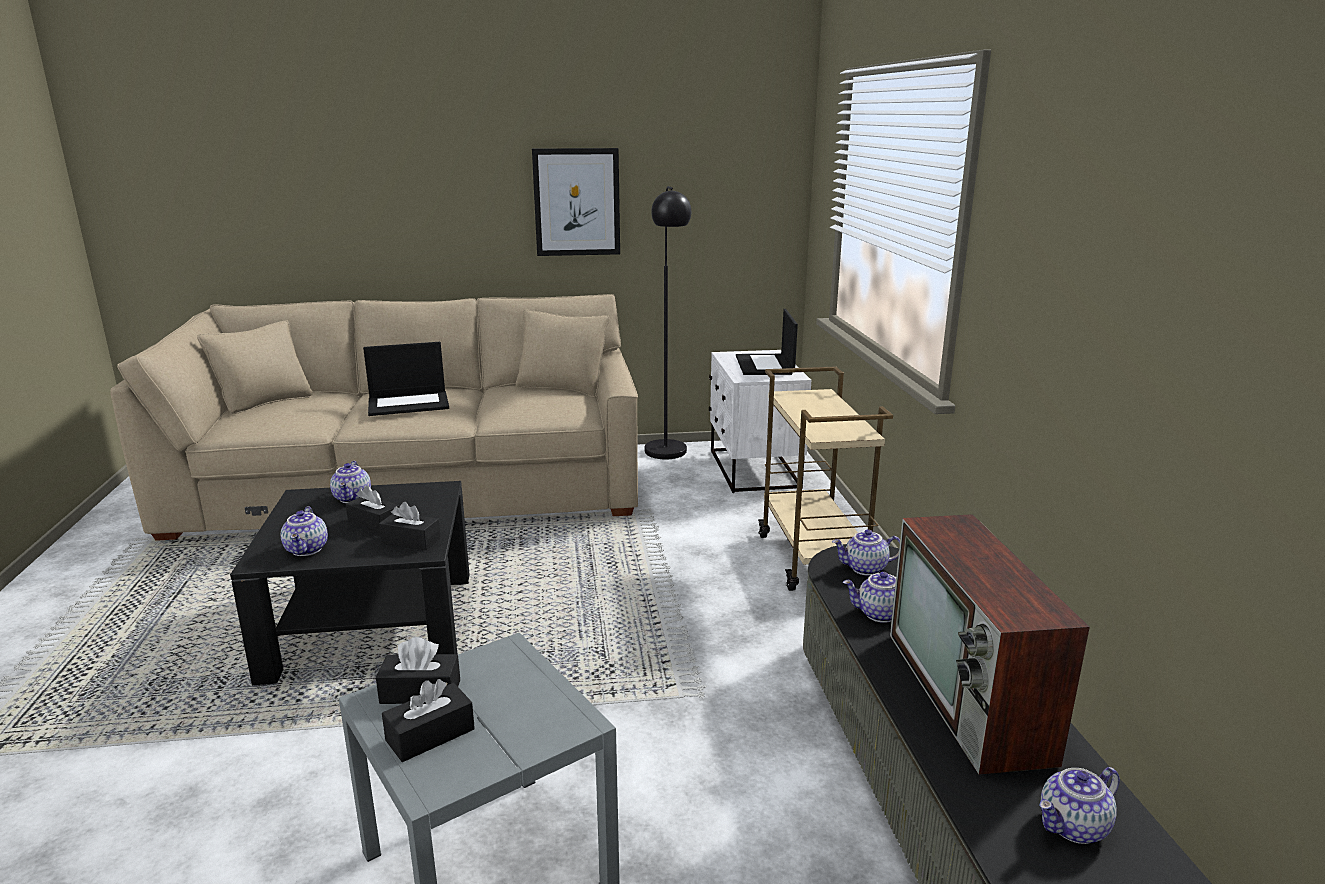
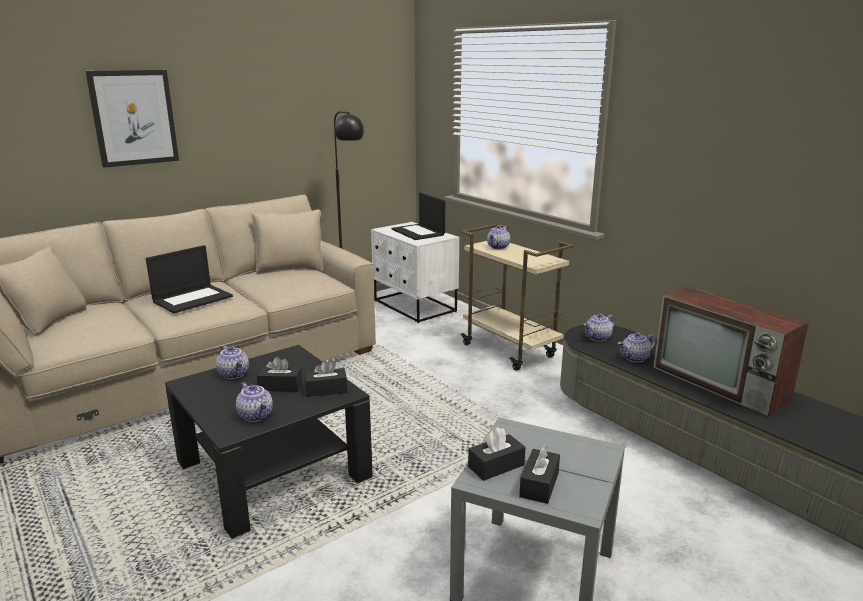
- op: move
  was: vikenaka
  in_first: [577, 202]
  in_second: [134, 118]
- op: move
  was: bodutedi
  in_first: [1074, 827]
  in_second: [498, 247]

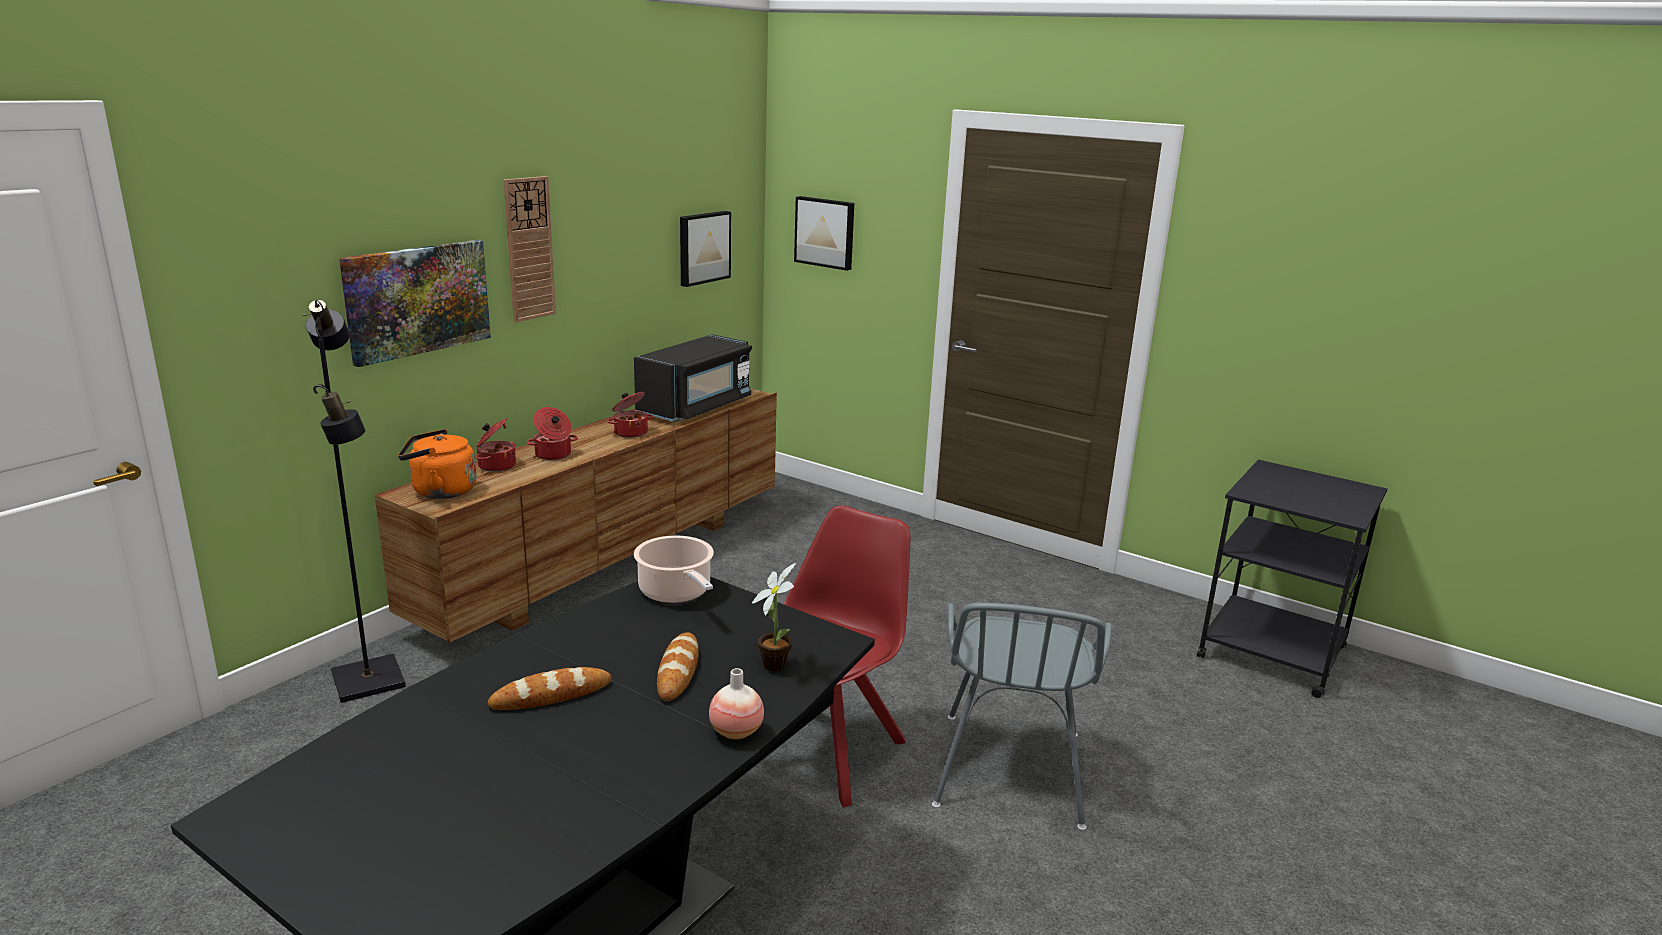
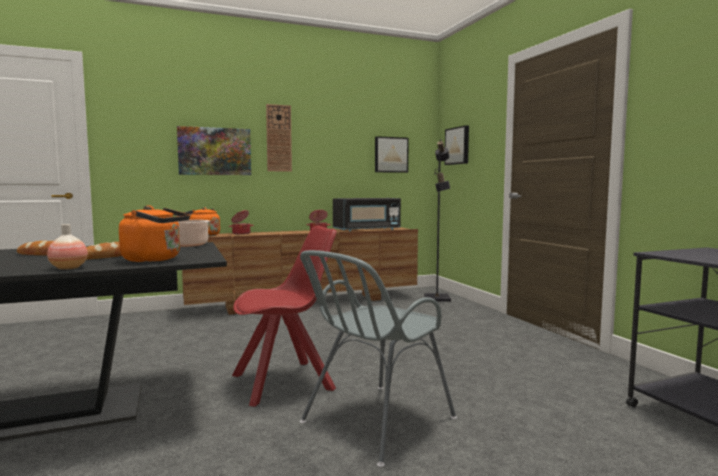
- op: move
  was: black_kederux
  in_first: [368, 680]
  in_second: [436, 298]
- op: delete
  was: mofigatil
  in_first: [553, 455]
- op: replace
  was: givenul
  now: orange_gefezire
  in_first: [774, 663]
  in_second: [155, 259]

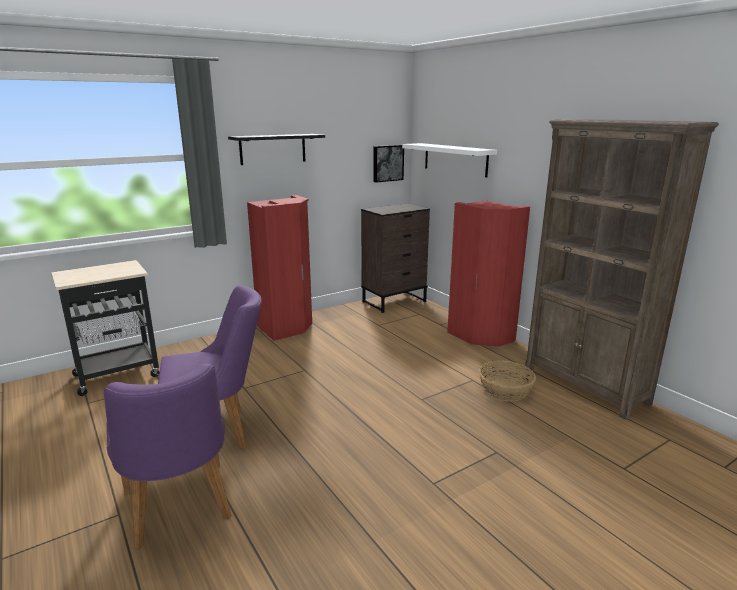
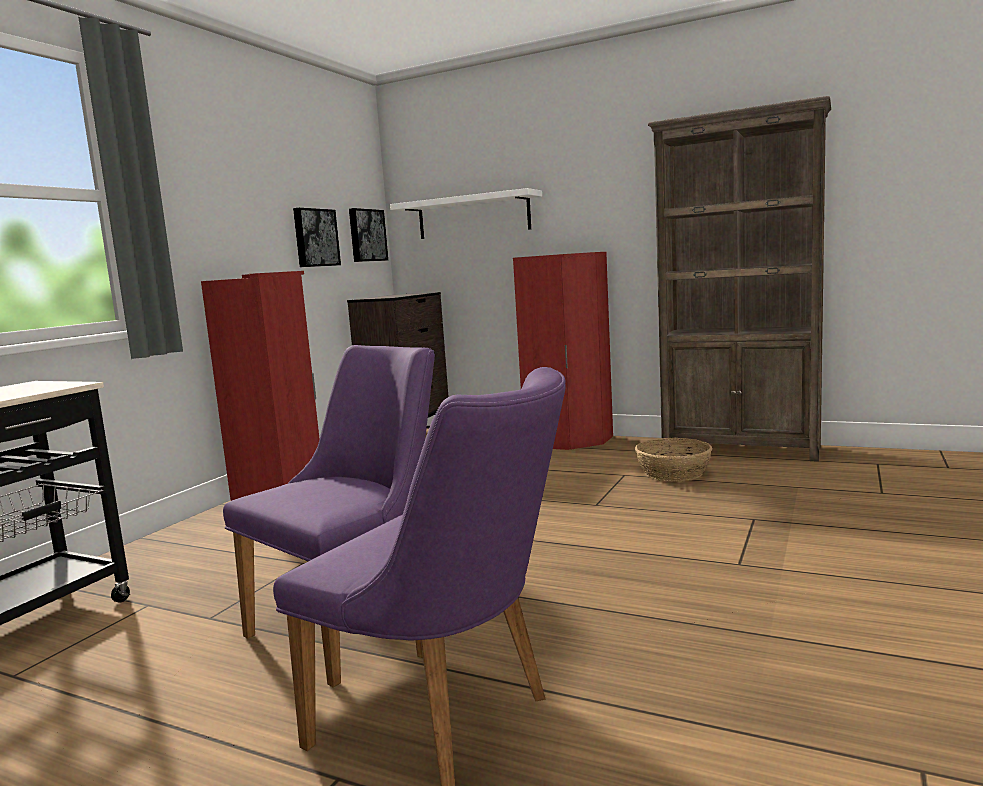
- op: delete
  was: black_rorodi
  in_first: [273, 149]
- op: insert
  now: vikenaka
  in_second: [315, 238]

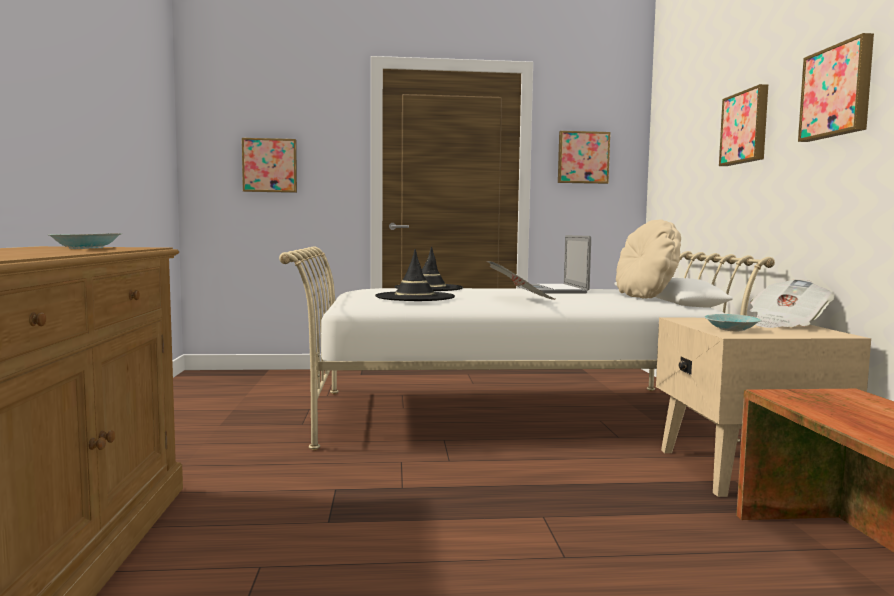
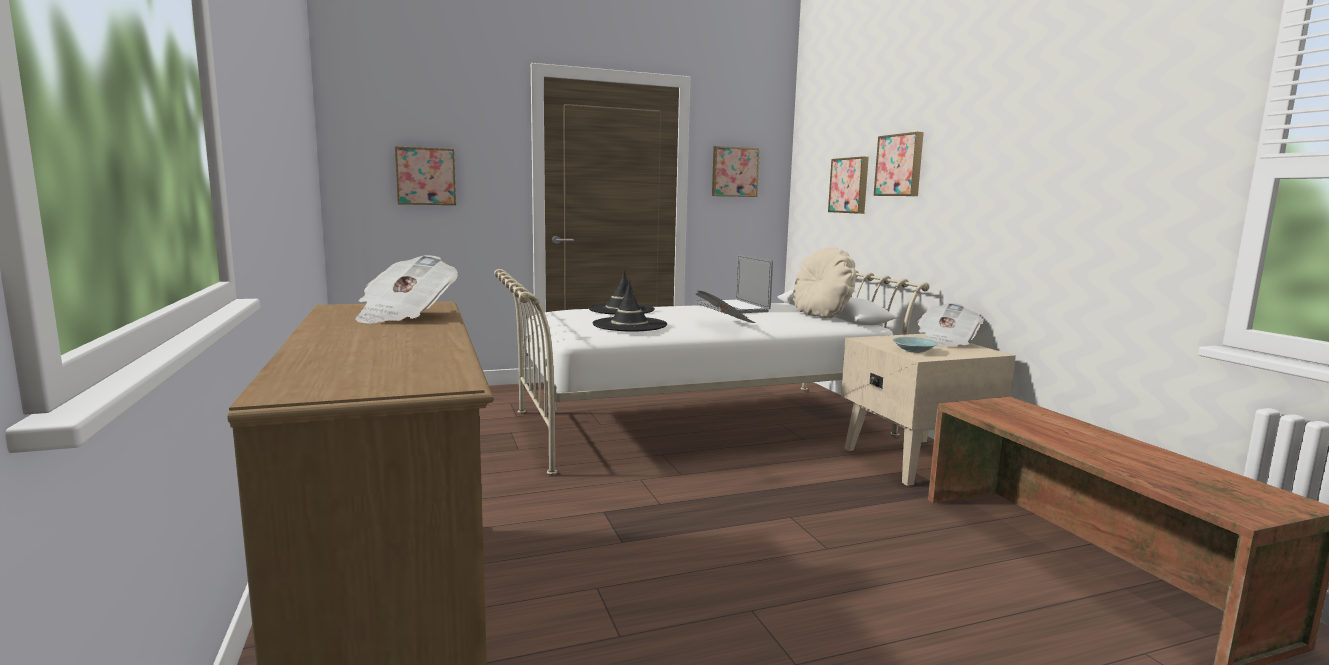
- op: replace
  was: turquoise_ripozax
  now: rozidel
  in_first: [85, 249]
  in_second: [405, 316]
- op: move
  was: vikenaka
  in_first: [838, 91]
  in_second: [850, 185]

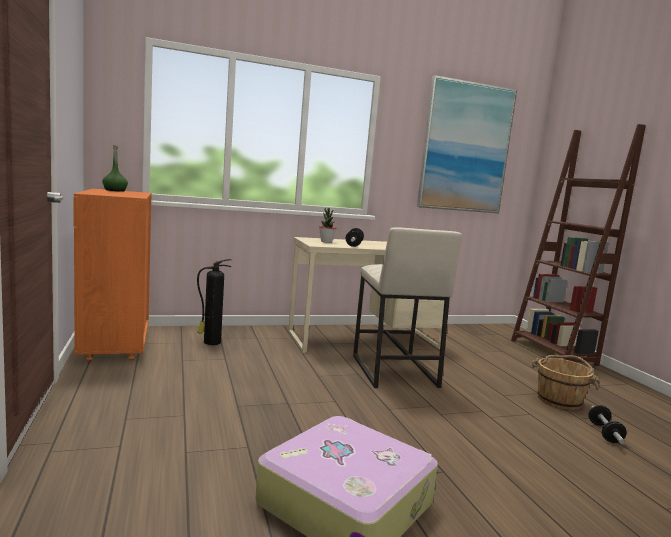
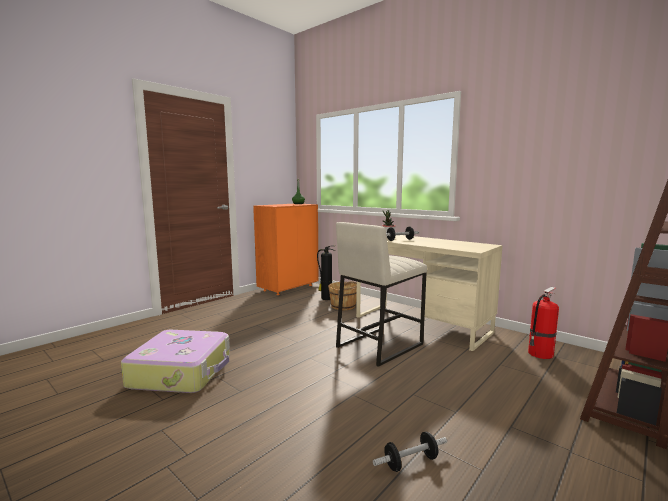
- op: delete
  was: vikenaka
  in_first: [465, 148]
- op: move
  was: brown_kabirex
  in_first: [559, 400]
  in_second: [343, 306]
- op: insert
  now: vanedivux
  in_second: [540, 354]

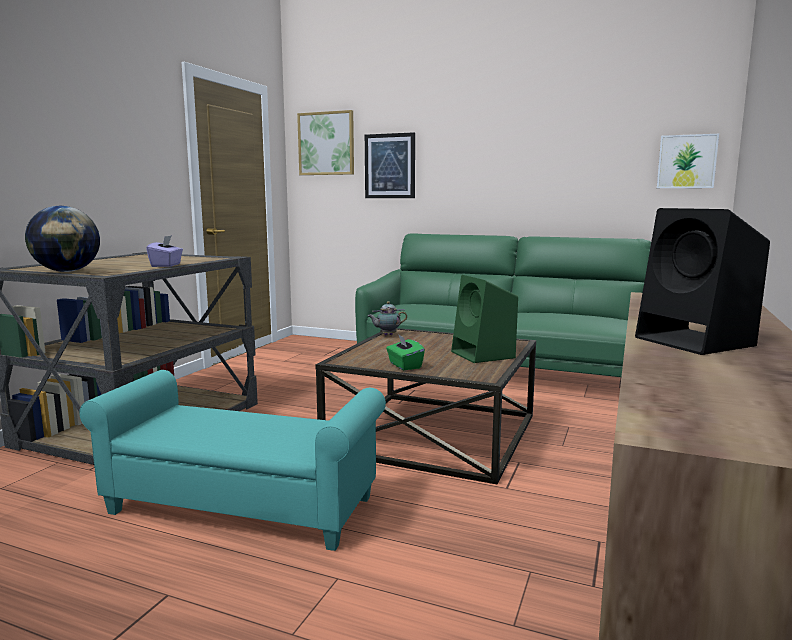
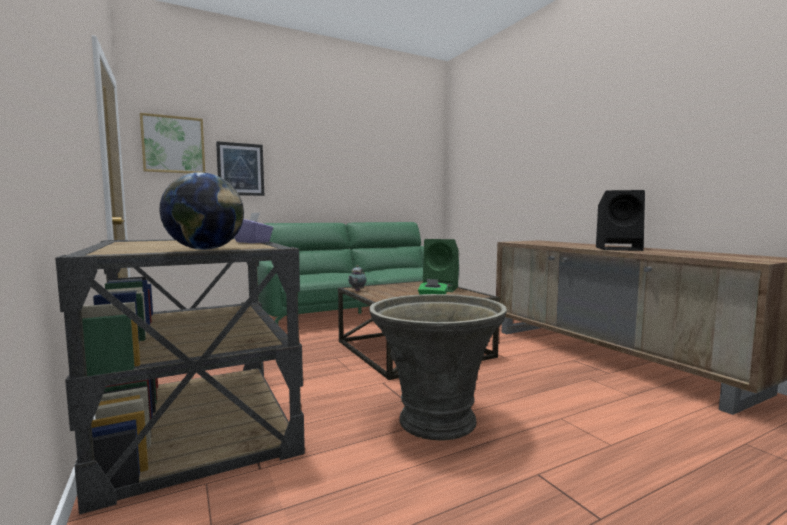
- op: replace
  was: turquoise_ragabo
  now: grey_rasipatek
  in_first: [242, 505]
  in_second: [435, 420]
- op: delete
  was: vikenaka
  in_first: [686, 161]

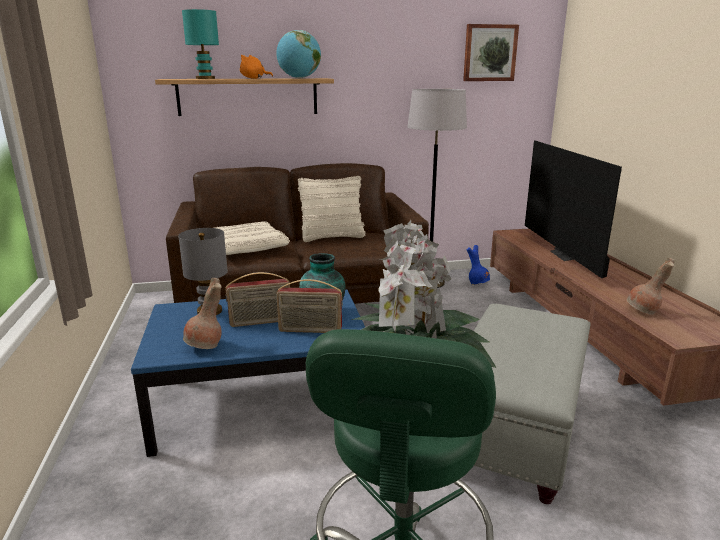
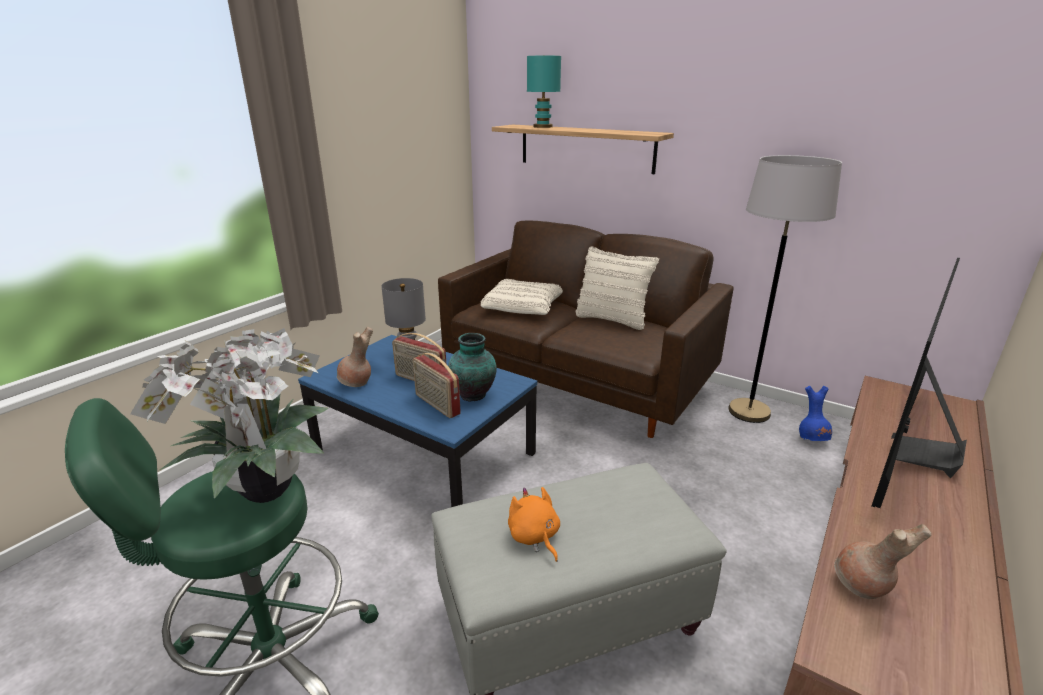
- op: move
  was: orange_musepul
  in_first: [254, 78]
  in_second: [534, 537]
- op: delete
  was: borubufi
  in_first: [299, 78]
- op: delete
  was: vikenaka
  in_first: [489, 53]

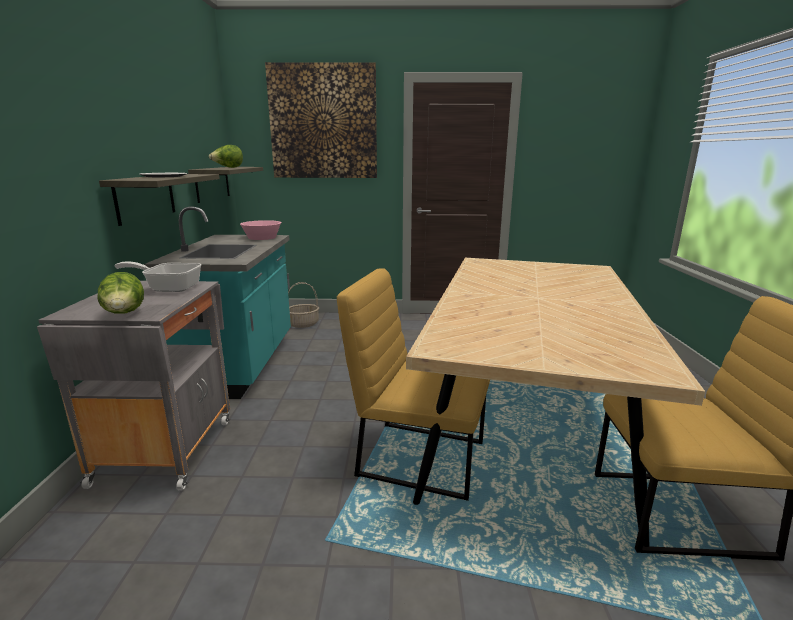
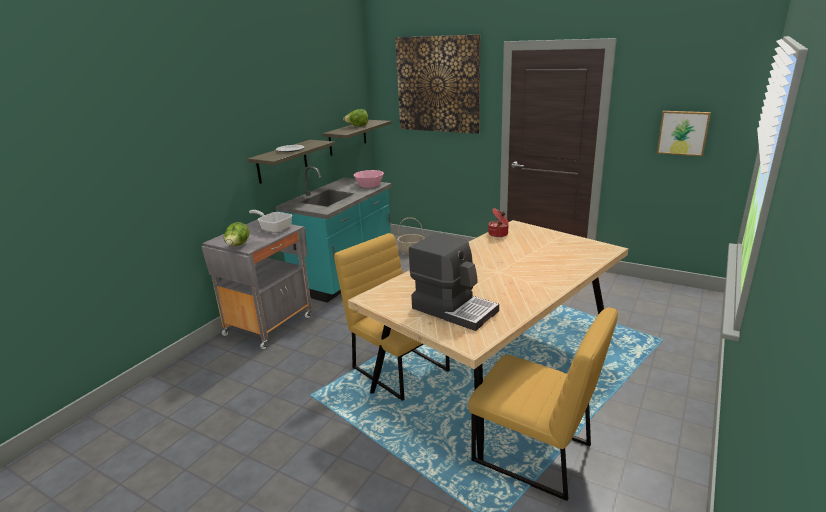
- op: insert
  now: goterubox
  in_second: [454, 309]
- op: insert
  now: mofigatil
  in_second: [498, 234]
- op: insert
  now: vikenaka
  in_second: [683, 132]

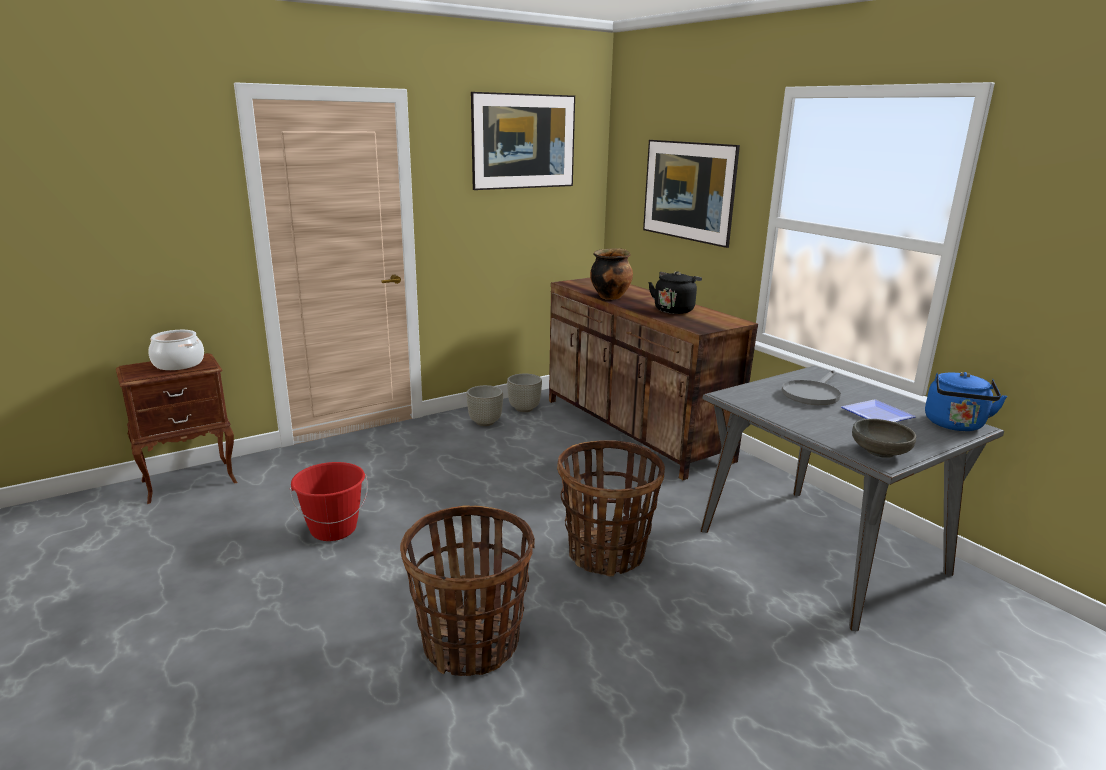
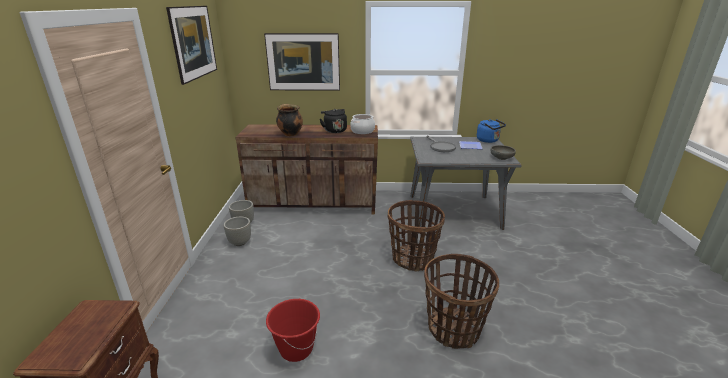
- op: move
  was: mofigatil
  in_first: [179, 364]
  in_second: [362, 131]

